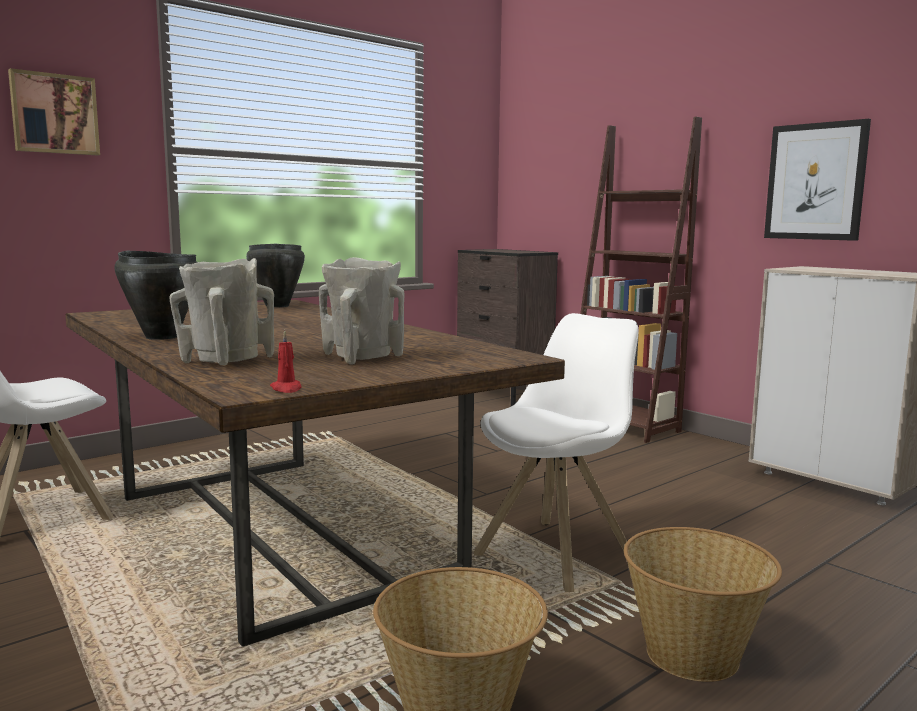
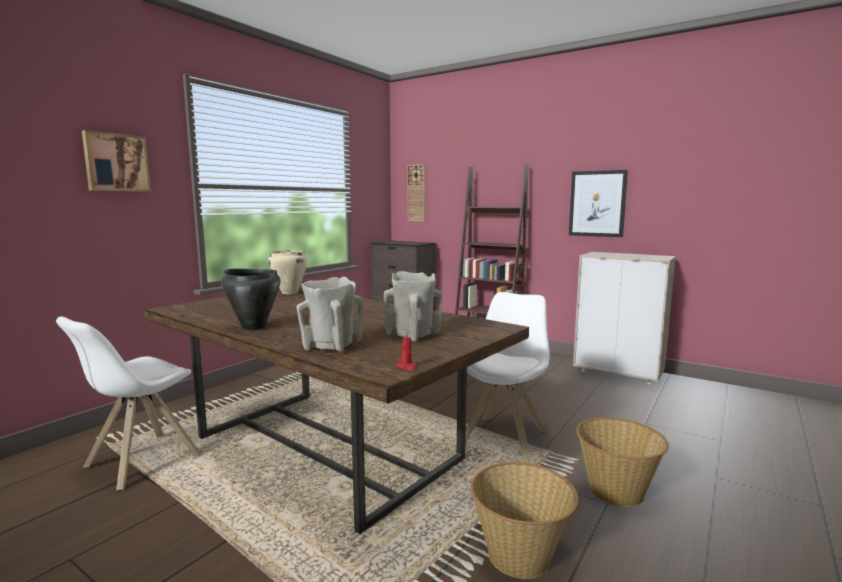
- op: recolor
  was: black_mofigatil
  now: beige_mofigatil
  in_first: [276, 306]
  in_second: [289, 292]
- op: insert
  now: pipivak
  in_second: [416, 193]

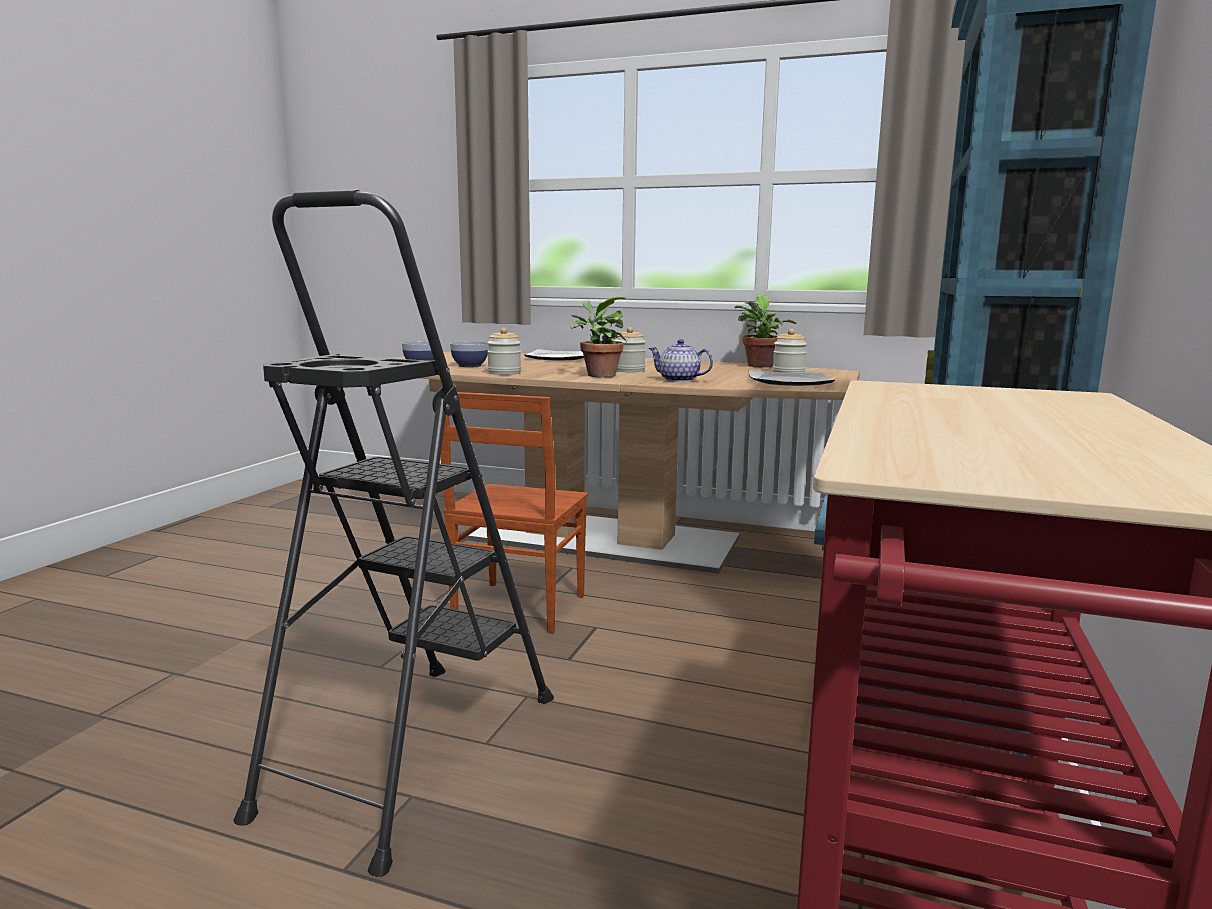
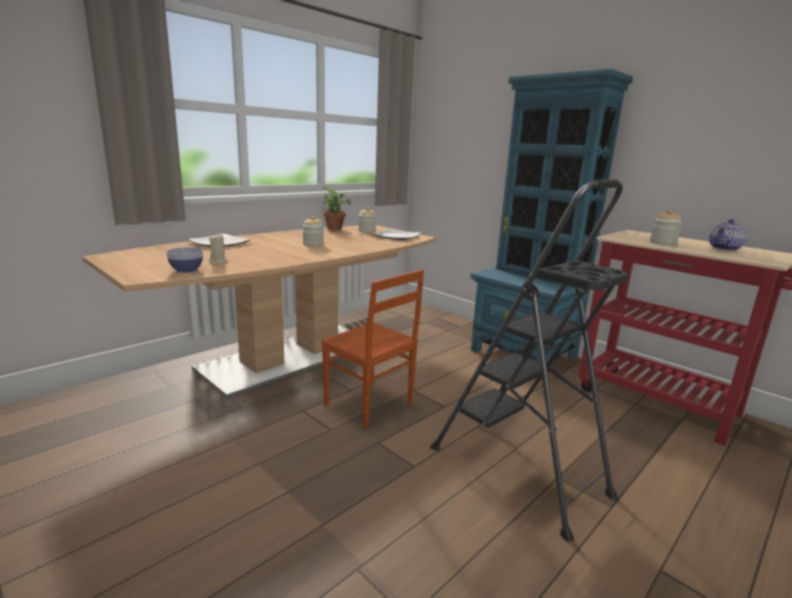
- op: replace
  was: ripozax
  now: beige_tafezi
  in_first: [469, 366]
  in_second: [218, 262]
- op: move
  was: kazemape
  in_first: [504, 373]
  in_second: [663, 243]
- op: delete
  was: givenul
  in_first: [598, 375]
- op: move
  was: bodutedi
  in_first: [679, 380]
  in_second: [724, 248]

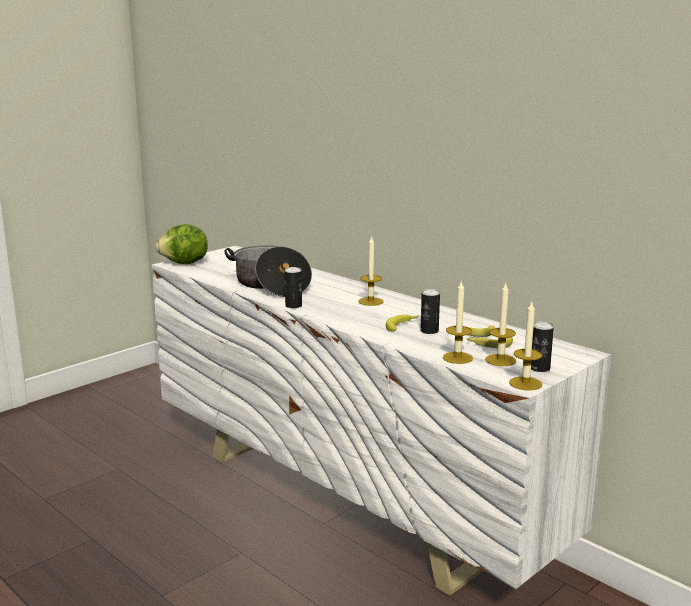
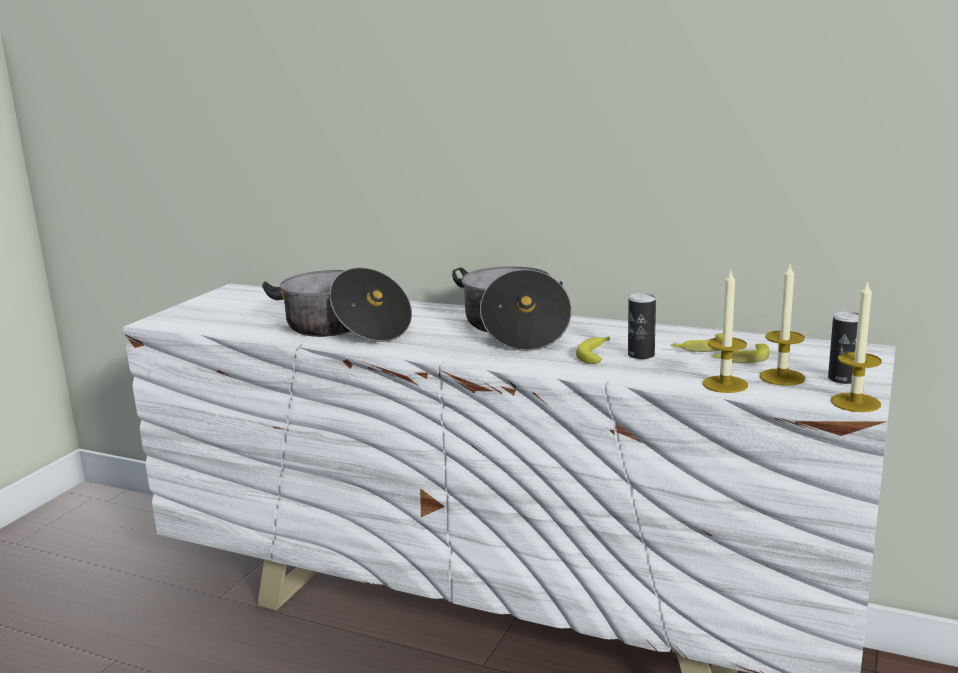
- op: delete
  was: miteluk
  in_first: [185, 263]
- op: delete
  was: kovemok
  in_first: [293, 306]
- op: replace
  was: tafezi
  now: mofigatil
  in_first: [370, 301]
  in_second: [513, 329]

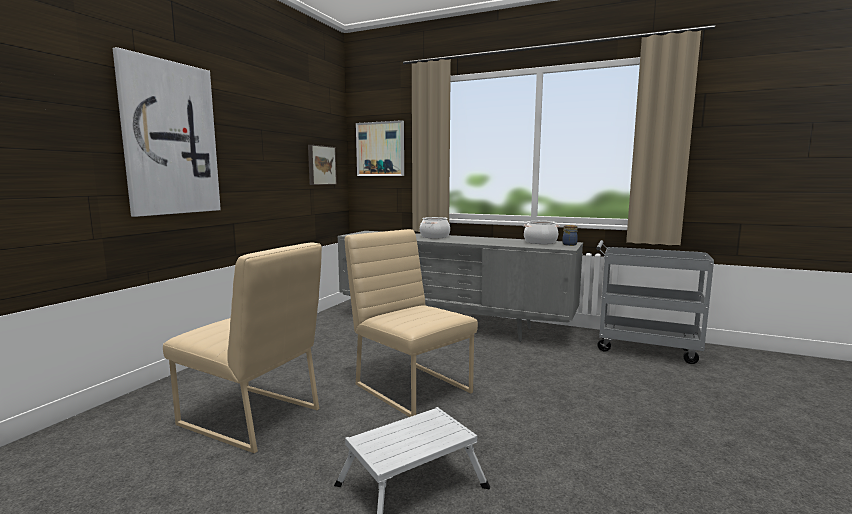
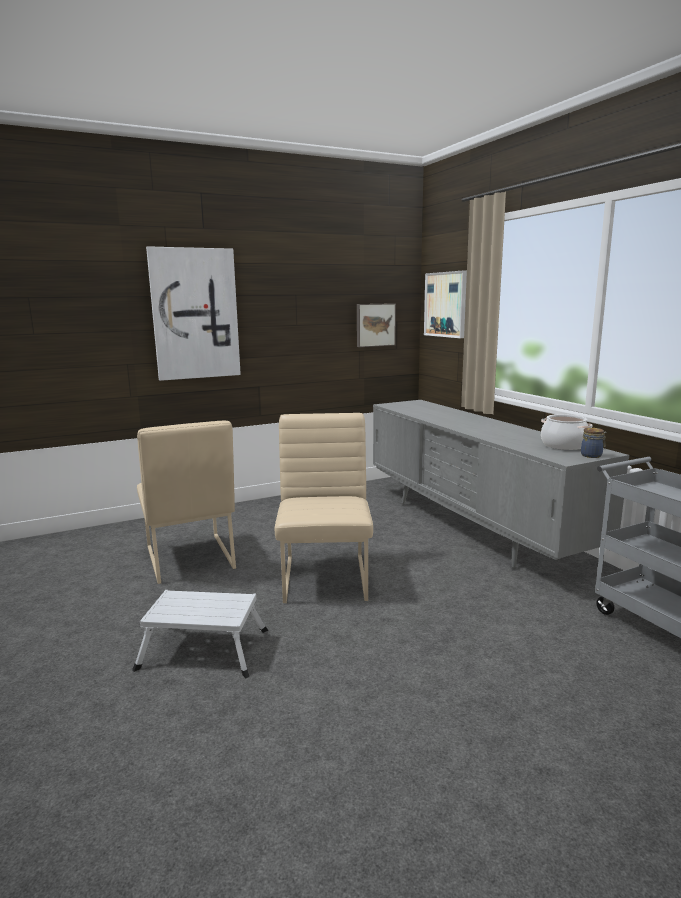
- op: delete
  was: mofigatil
  in_first: [434, 237]

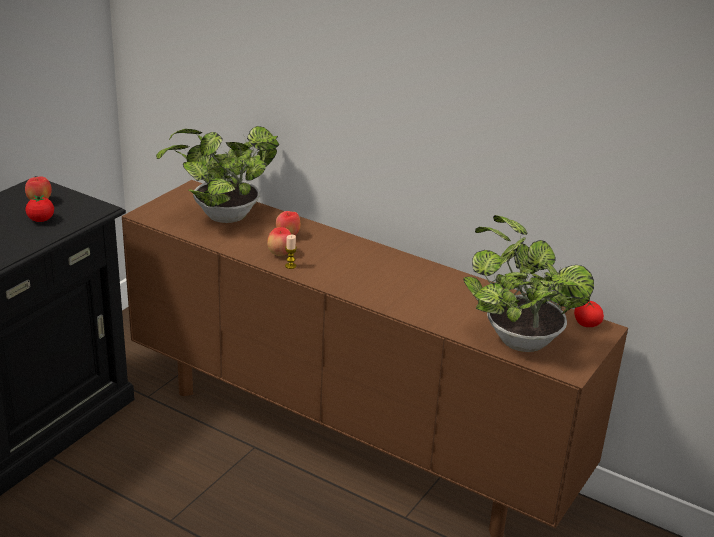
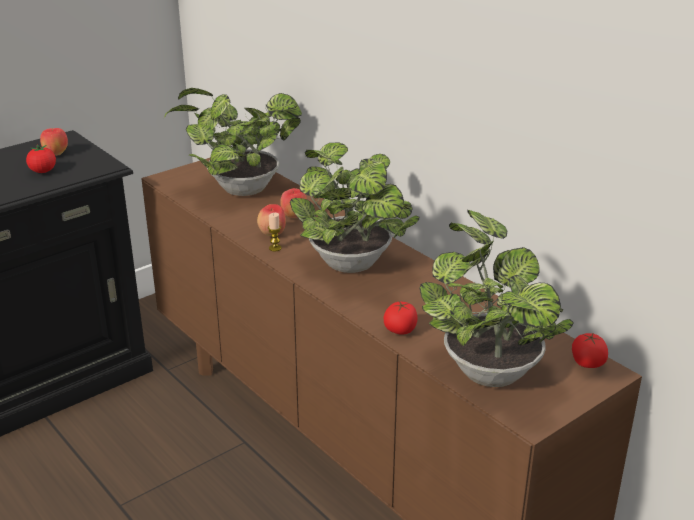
- op: insert
  now: givenul
  in_second: [353, 266]
- op: insert
  now: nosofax
  in_second: [400, 330]

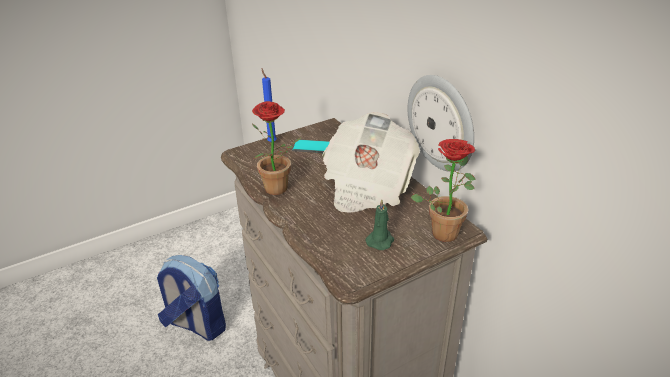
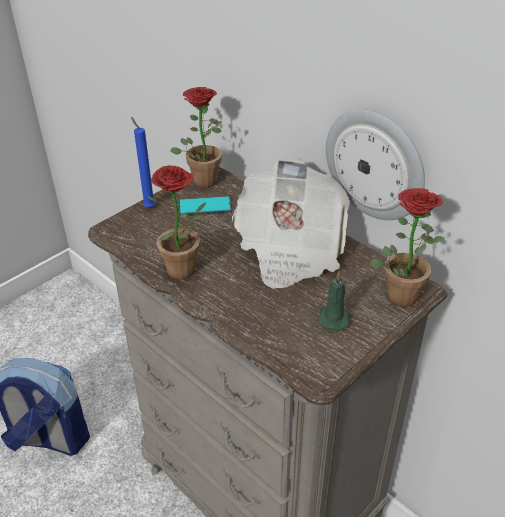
- op: insert
  now: givenul
  in_second: [203, 178]

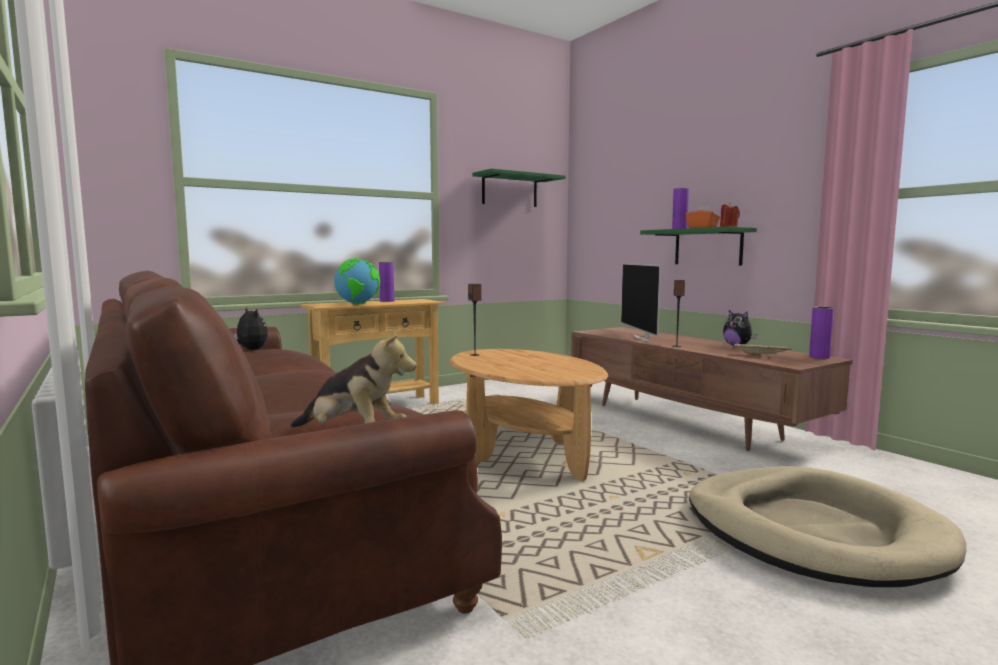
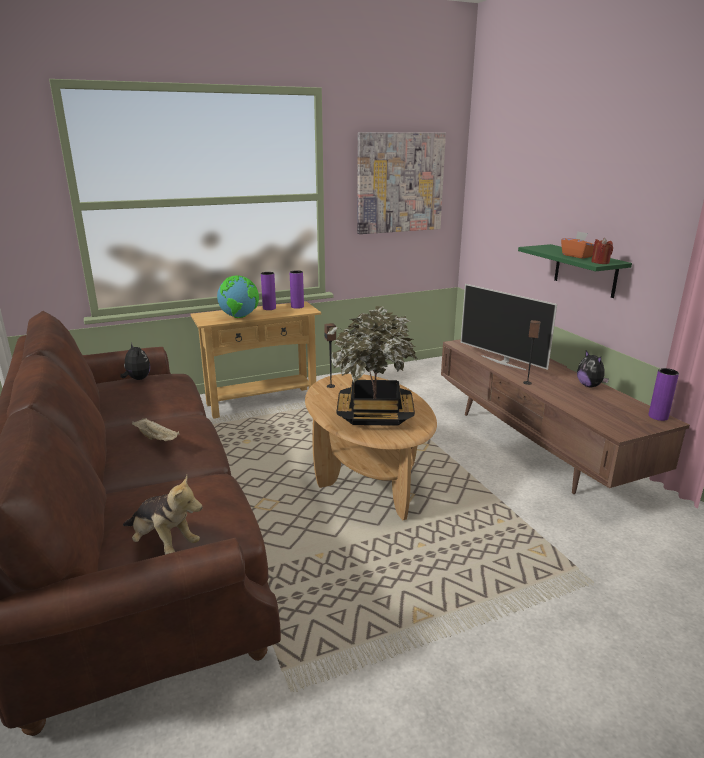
- op: replace
  was: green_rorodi
  now: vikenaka
  in_first: [509, 190]
  in_second: [400, 183]
- op: rotate
  was: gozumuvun
  in_first: [642, 338]
  in_second: [503, 362]
  clockwise: -45
- op: move
  was: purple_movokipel
  in_first: [679, 229]
  in_second: [297, 307]
- op: delete
  was: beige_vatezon
  in_first: [812, 531]
- op: move
  was: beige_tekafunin
  in_first: [763, 356]
  in_second: [157, 439]
- op: insert
  now: givenul
  in_second: [374, 415]

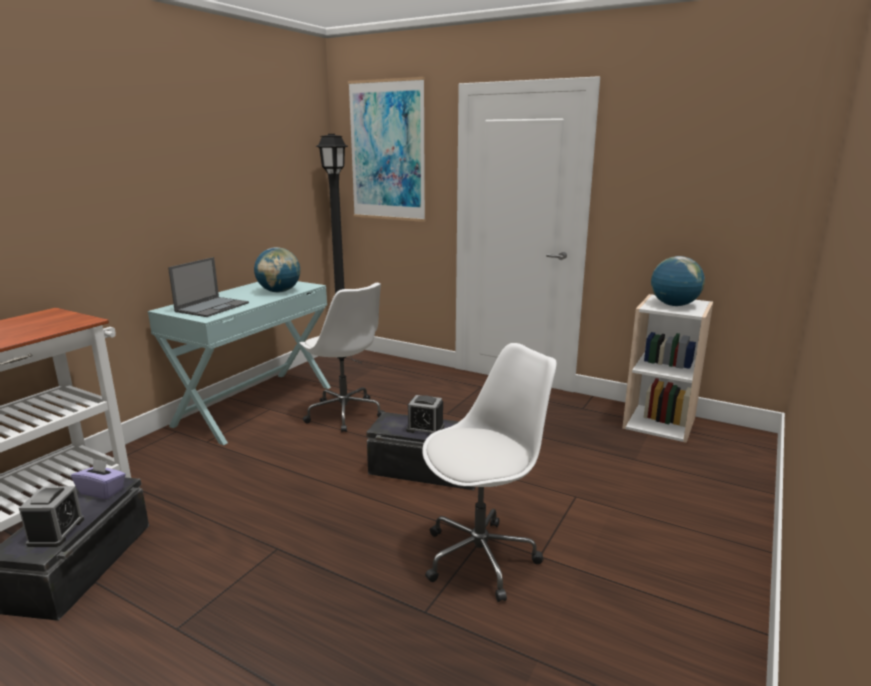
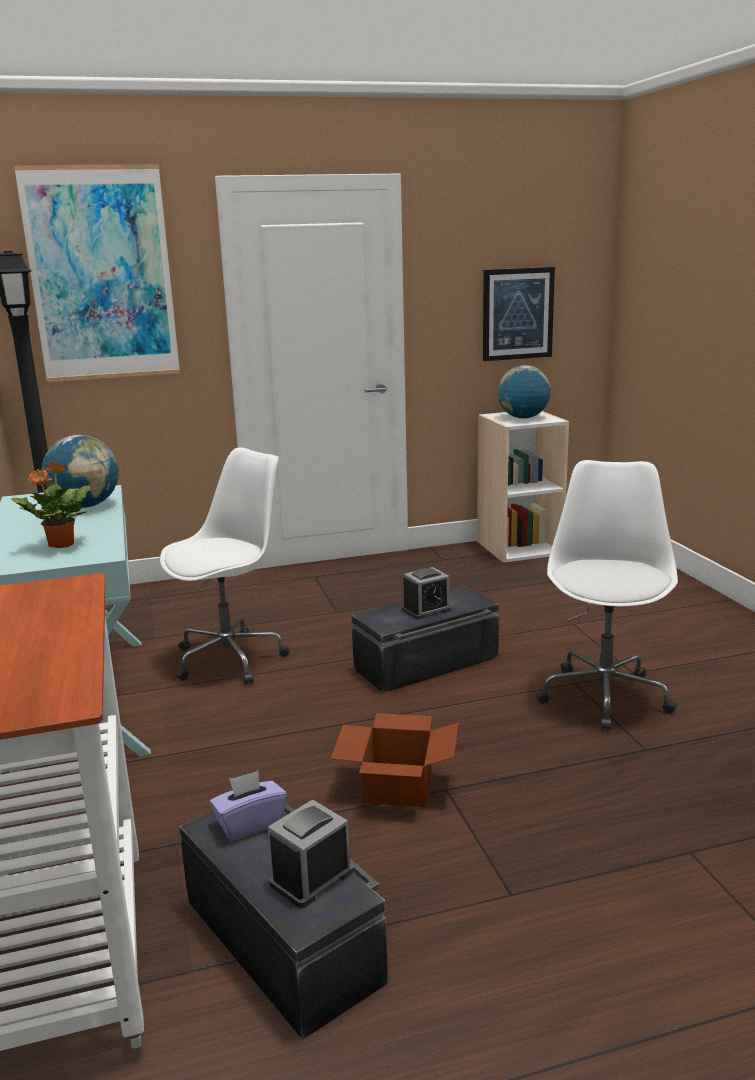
- op: rotate
  was: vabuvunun
  in_first: [56, 532]
  in_second: [311, 877]
  clockwise: -90
- op: replace
  was: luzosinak
  now: givenul
  in_first: [213, 307]
  in_second: [60, 545]
- op: rotate
  was: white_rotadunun
  in_first: [345, 415]
  in_second: [231, 659]
  clockwise: -45
- op: insert
  now: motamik
  in_second: [396, 785]
- op: insert
  now: vikenaka
  in_second: [517, 314]

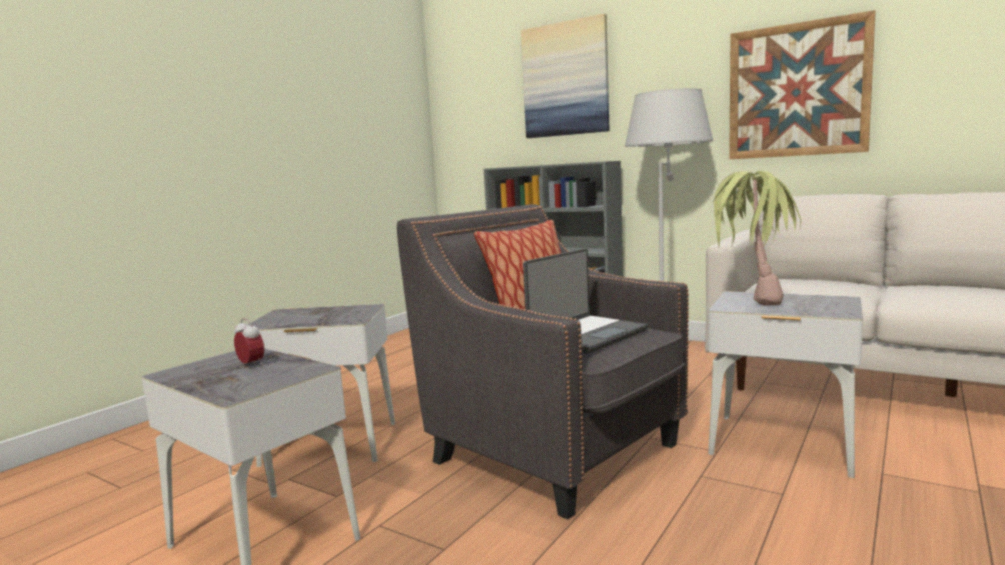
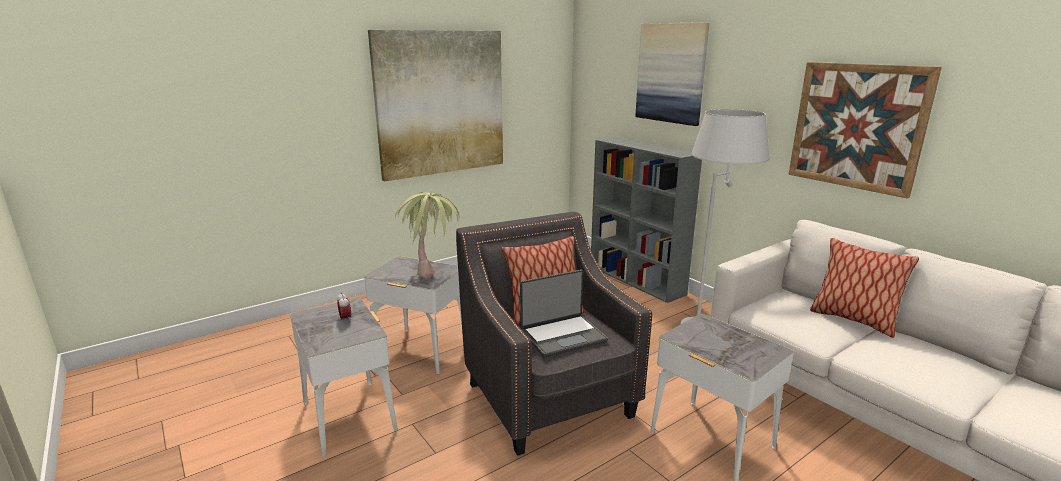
- op: move
  was: givenul
  in_first: [750, 299]
  in_second: [432, 270]
- op: insert
  now: vikenaka
  in_second: [441, 103]
- op: insert
  now: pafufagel
  in_second: [852, 320]

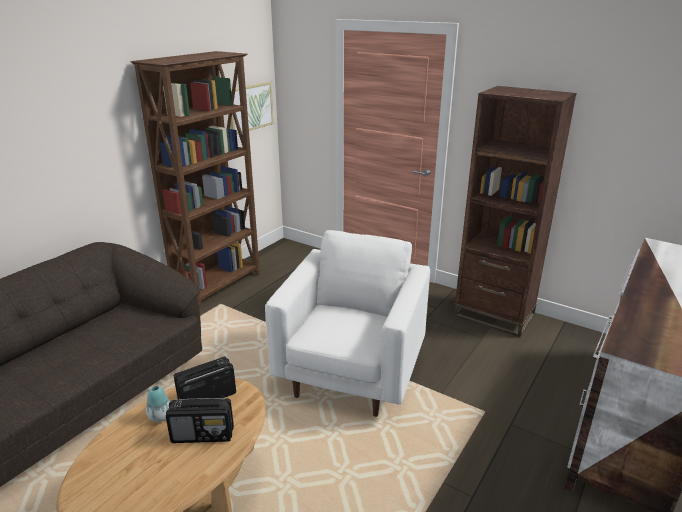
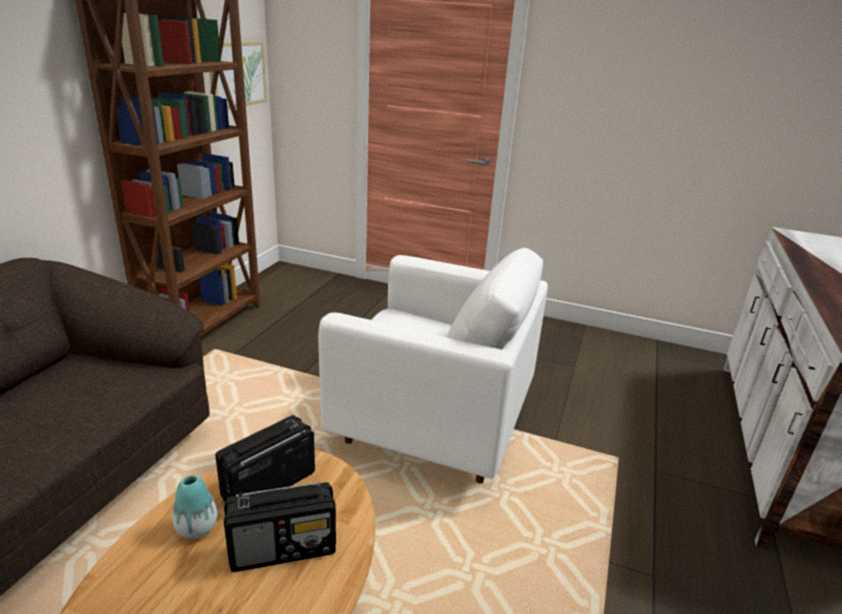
- op: rotate
  was: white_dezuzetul
  in_first: [351, 375]
  in_second: [430, 429]
  clockwise: 105
- op: delete
  was: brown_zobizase
  in_first: [493, 315]

